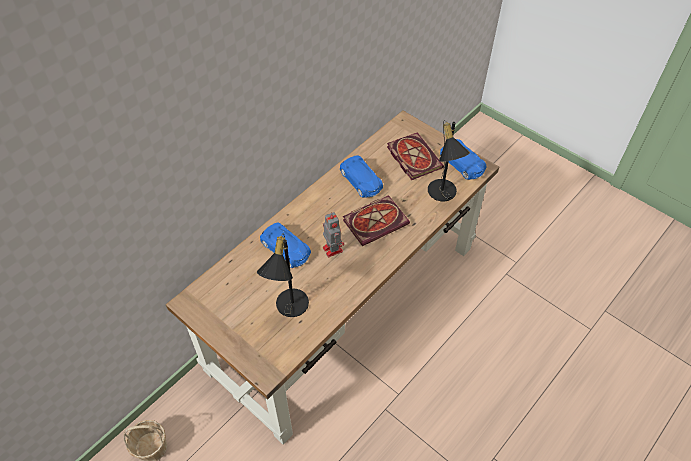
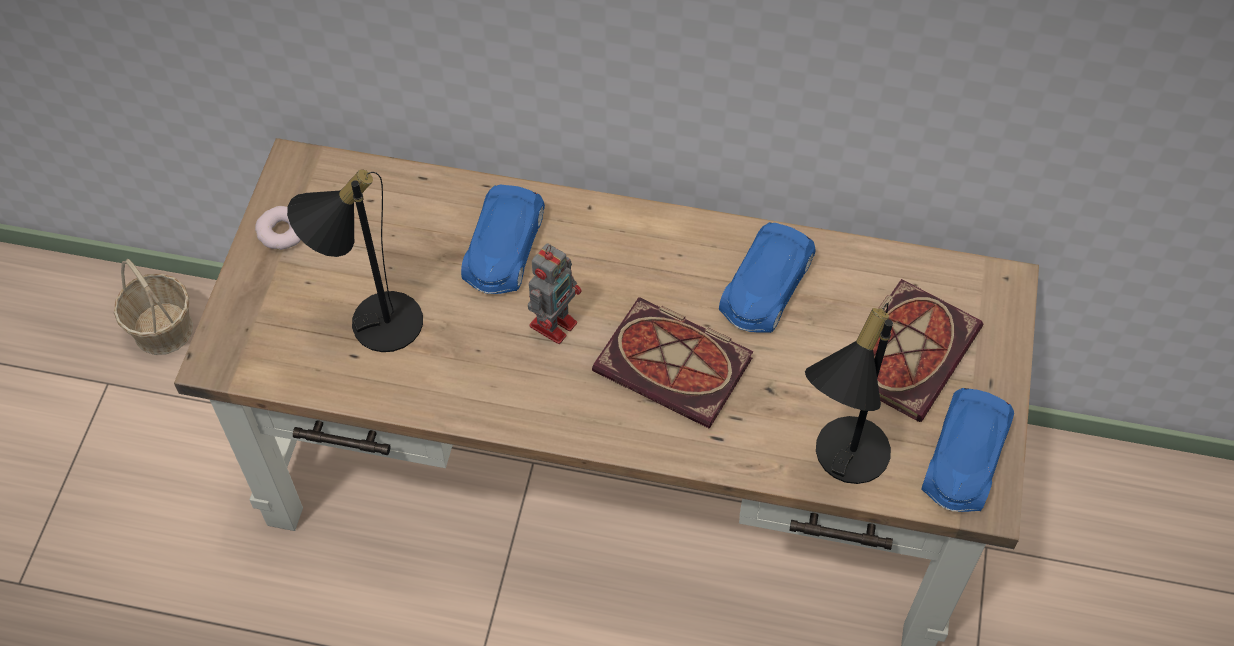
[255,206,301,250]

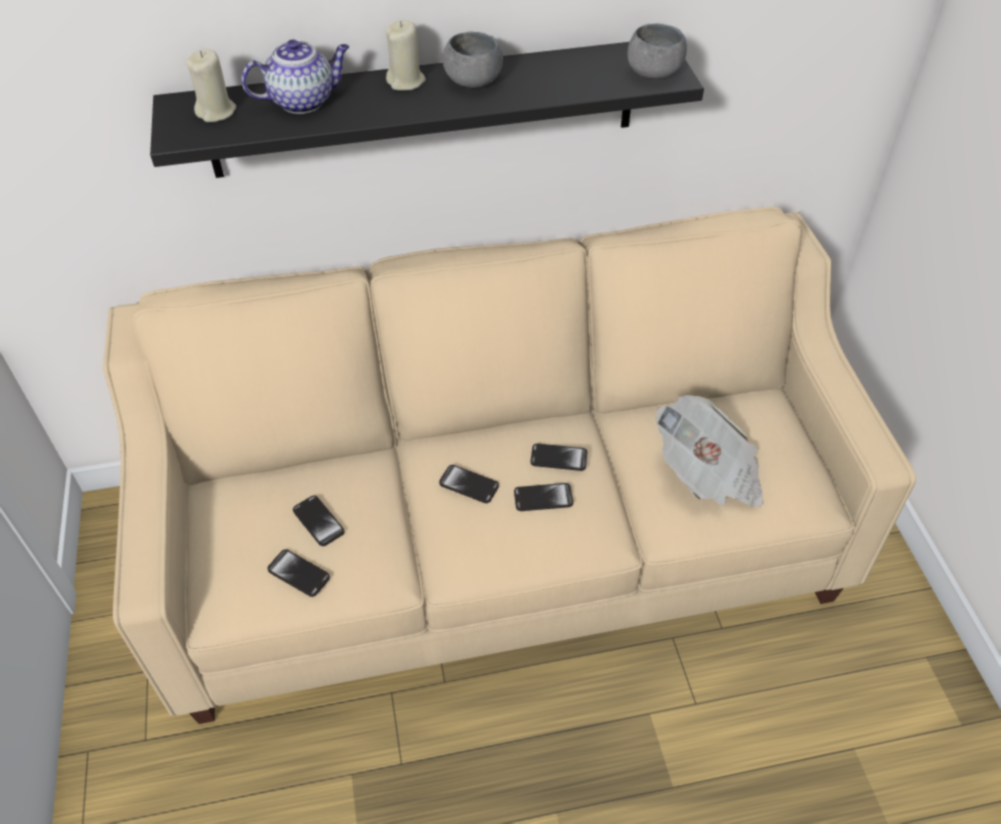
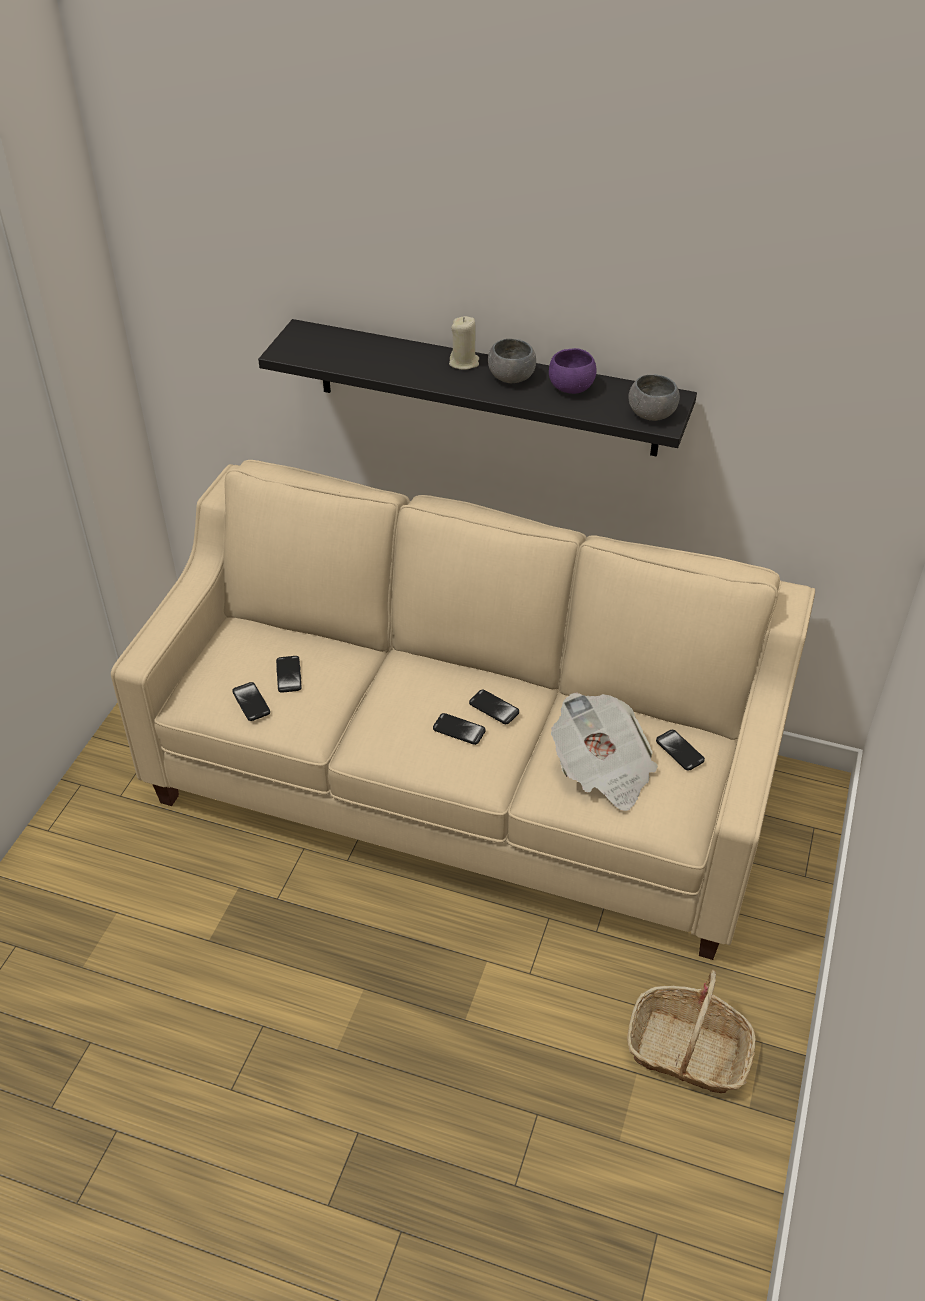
[241,39,349,114] (first image)
[186,49,236,122] (first image)
[656,730,705,771]
[549,348,596,394]
[627,970,756,1093]

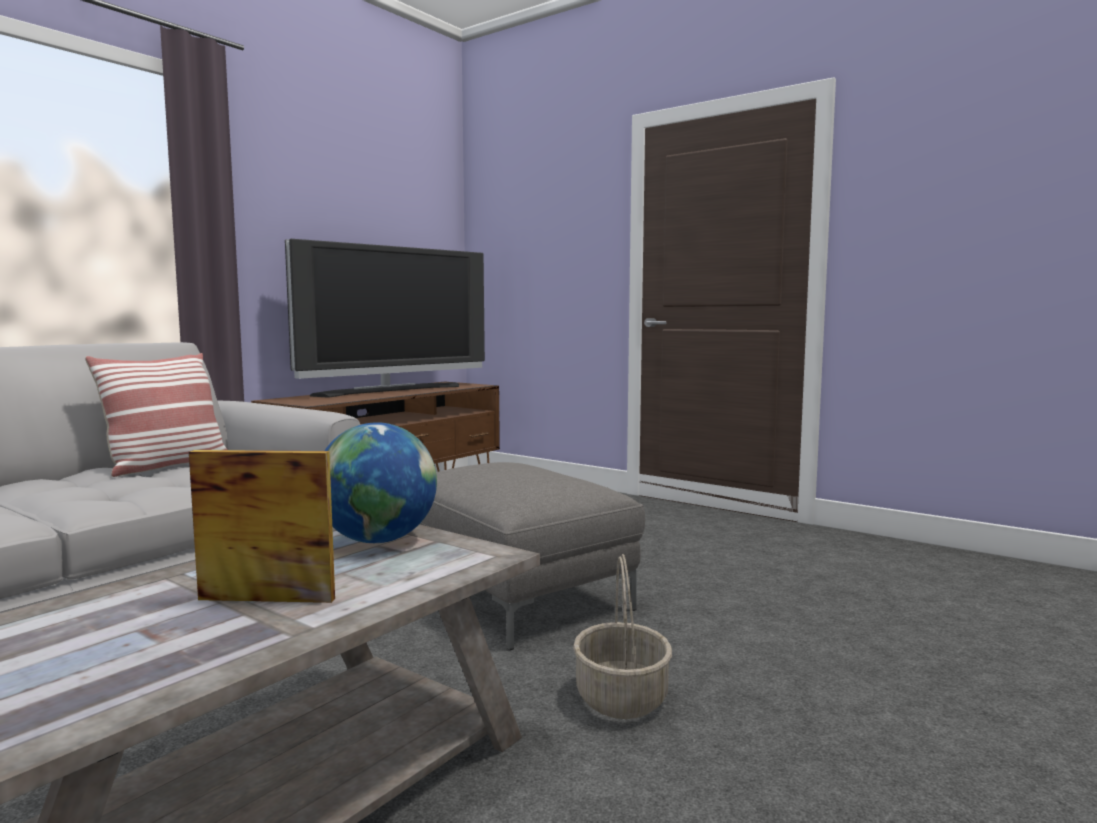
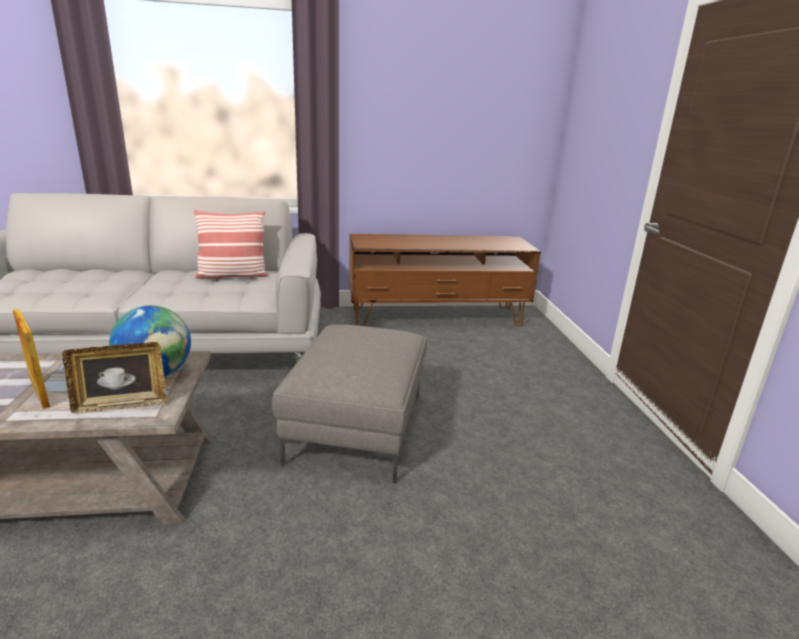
[285,239,485,397] (first image)
[573,554,672,719] (first image)
[62,342,167,414]

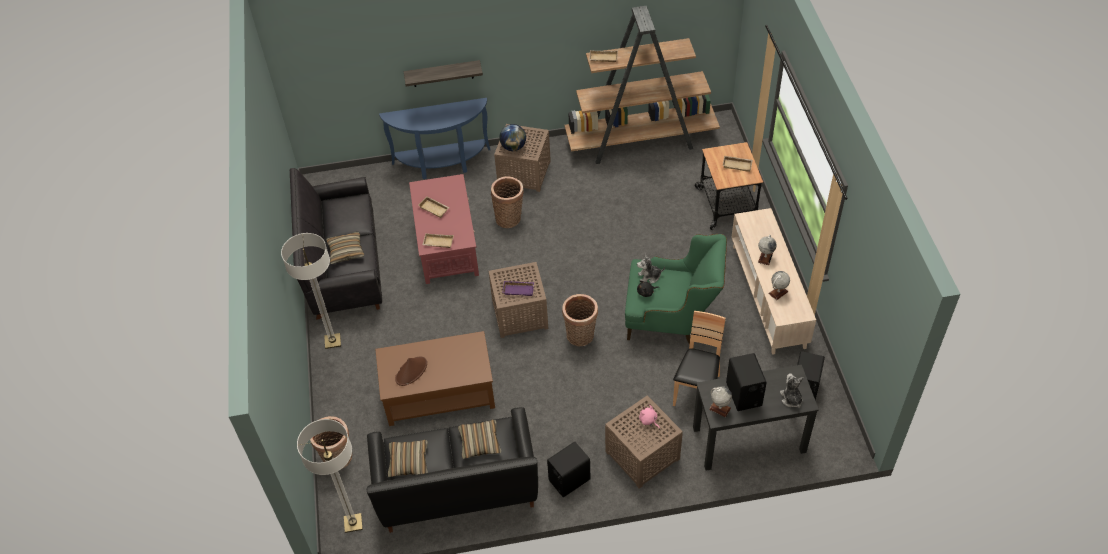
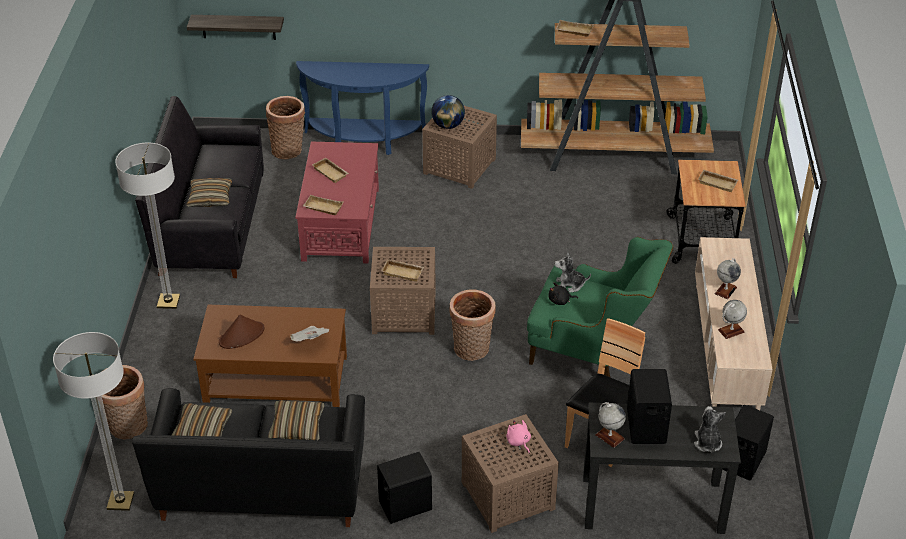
[187,15,284,40]
[266,96,305,159]
[381,259,424,282]
[290,326,329,341]

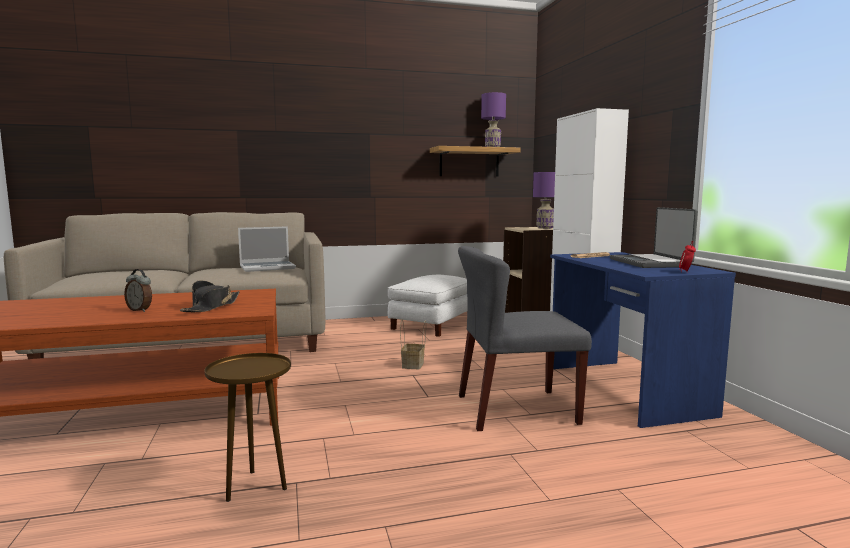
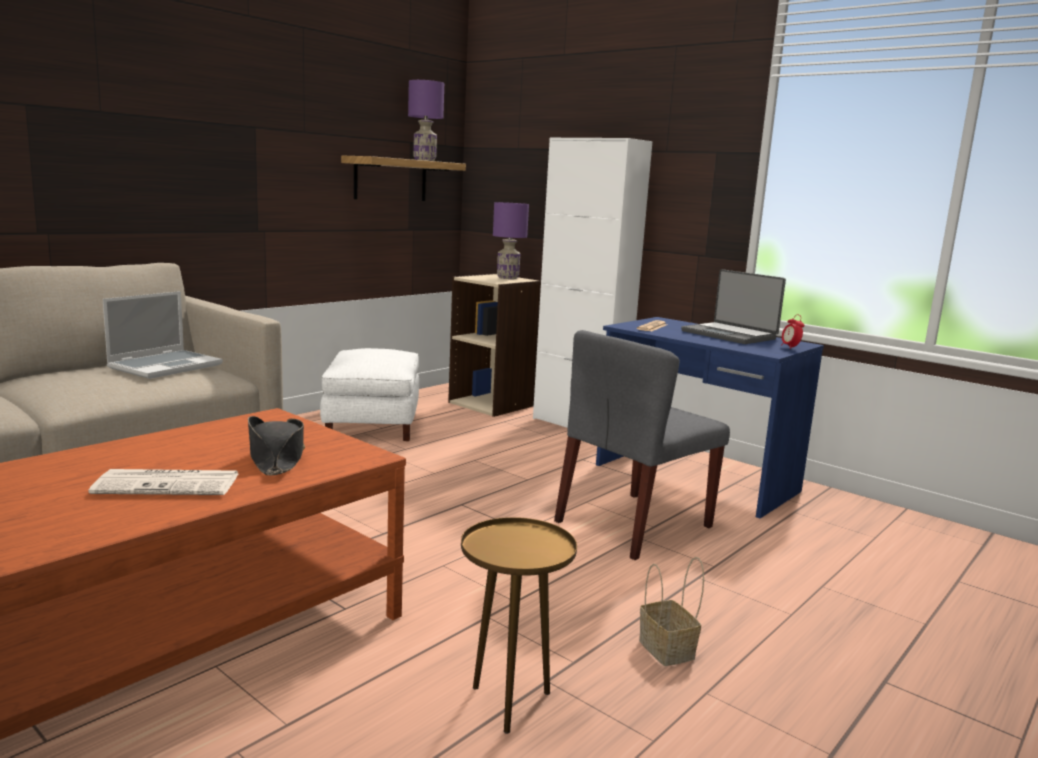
[89,469,238,495]
[639,557,704,666]

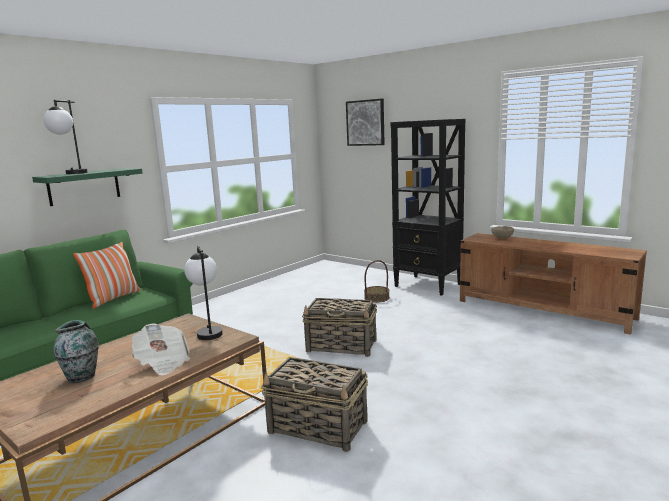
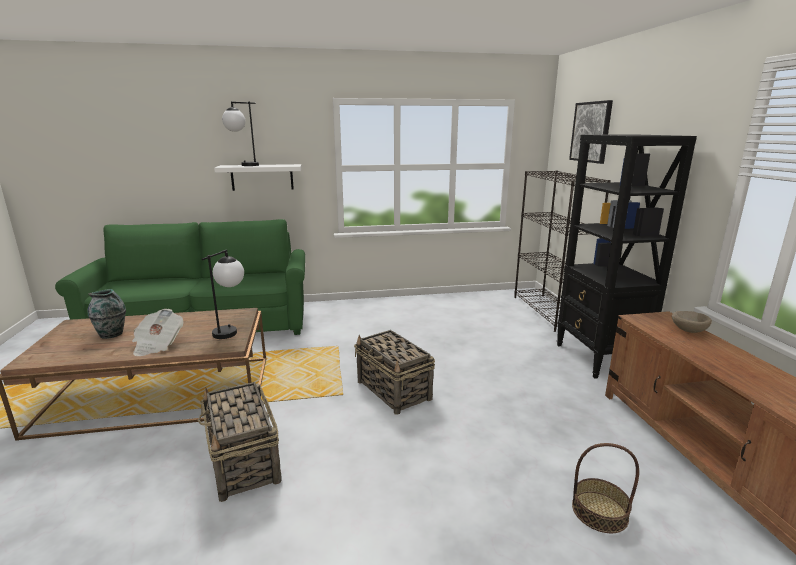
[214,164,302,191]
[73,242,141,309] (first image)
[572,443,639,533]
[514,171,611,332]

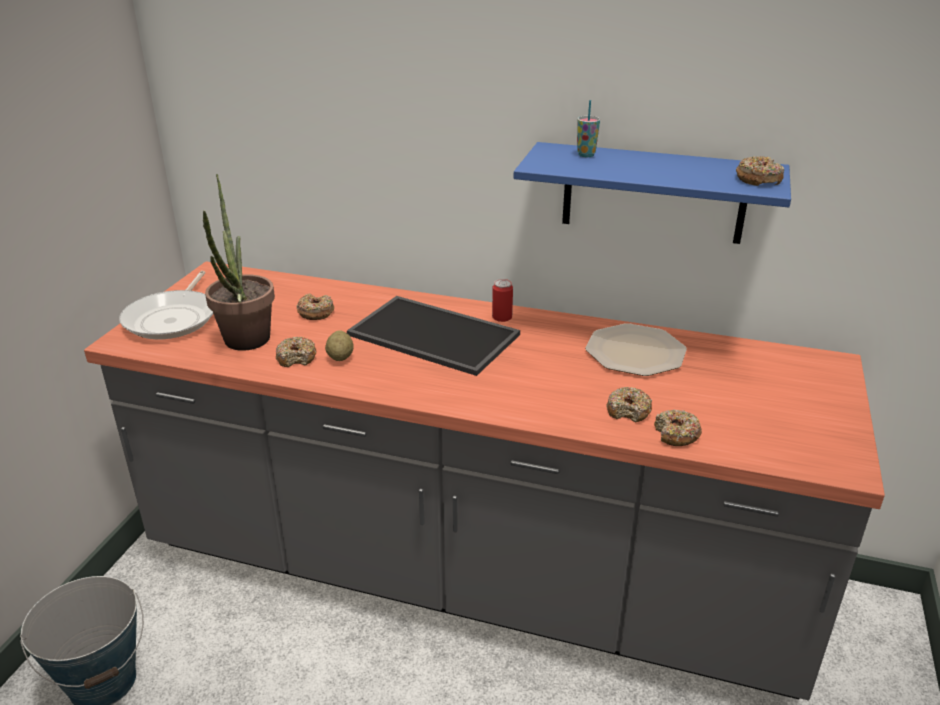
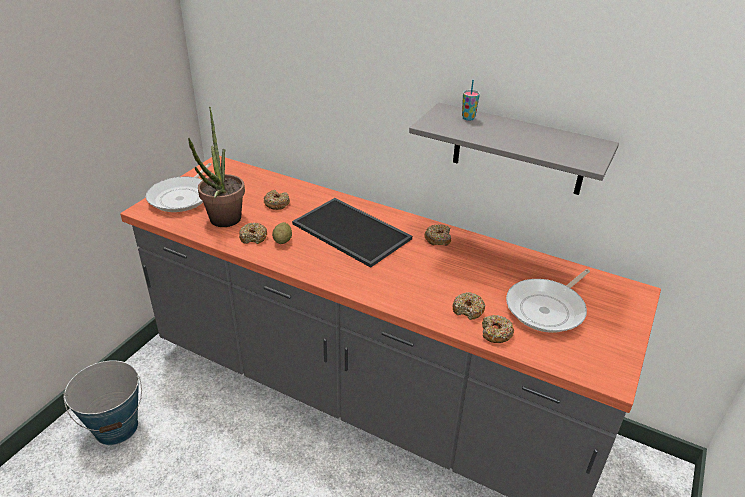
[409,103,619,195]
[424,224,451,246]
[492,279,513,322] (first image)
[585,323,687,376] (first image)
[506,269,590,333]

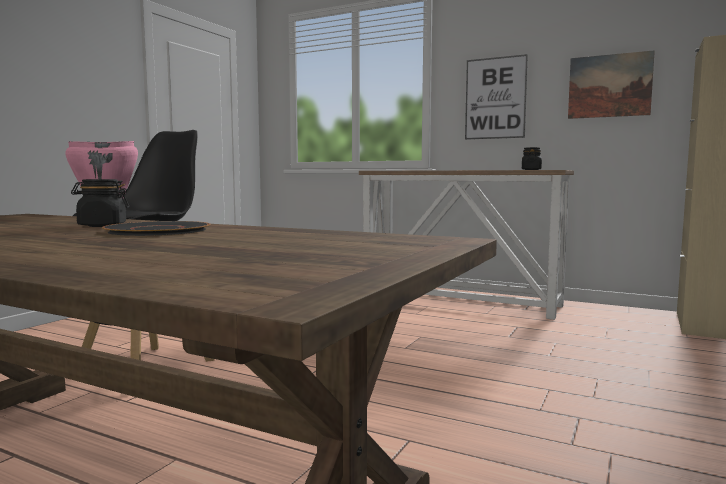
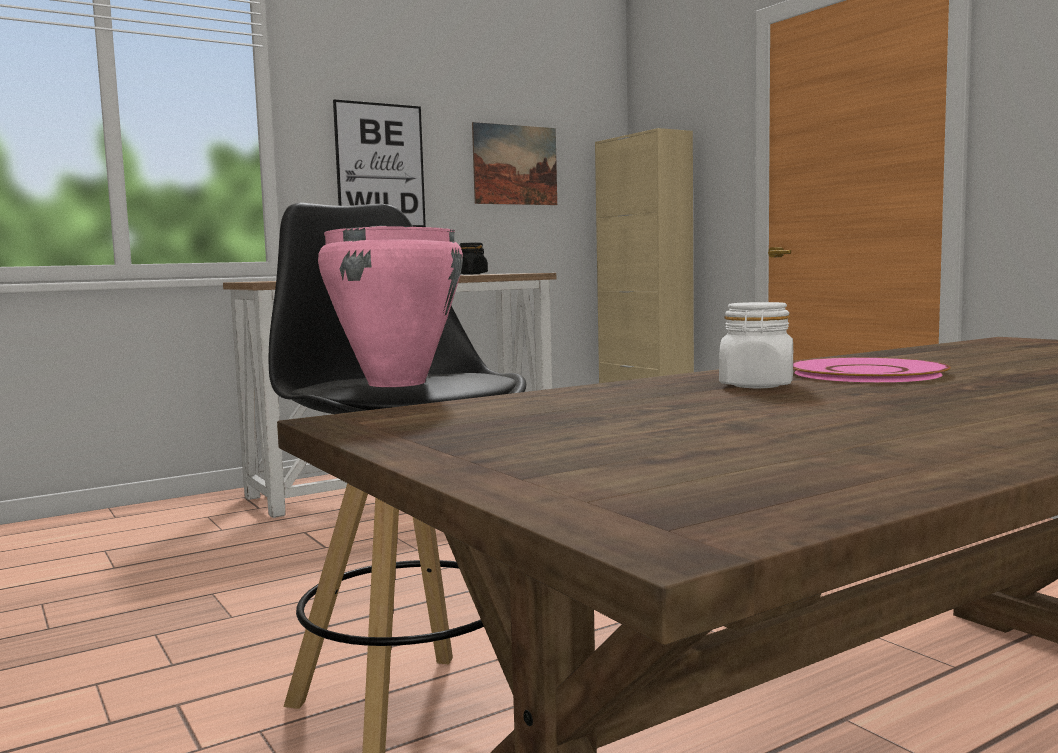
[719,302,793,388]
[793,357,951,382]

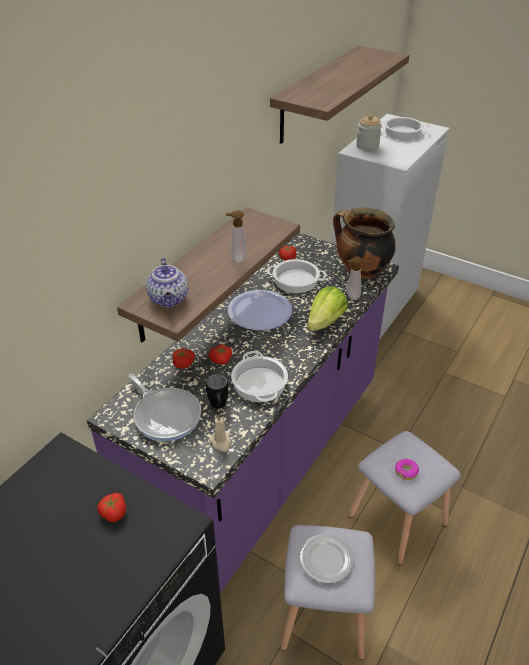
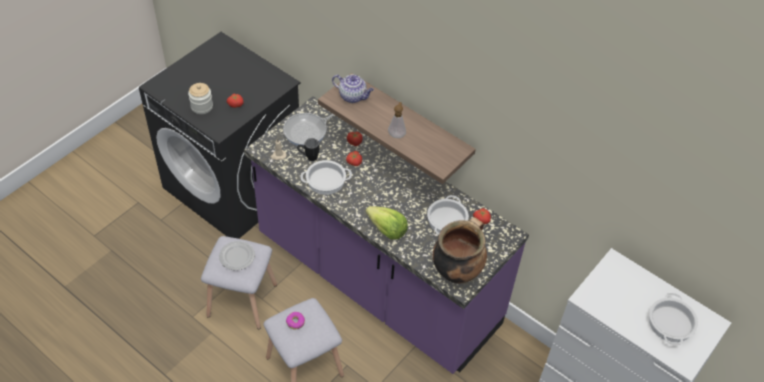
[270,45,410,144] (first image)
[188,83,213,114]
[346,256,362,300] (first image)
[332,74,374,103]
[228,290,292,331] (first image)

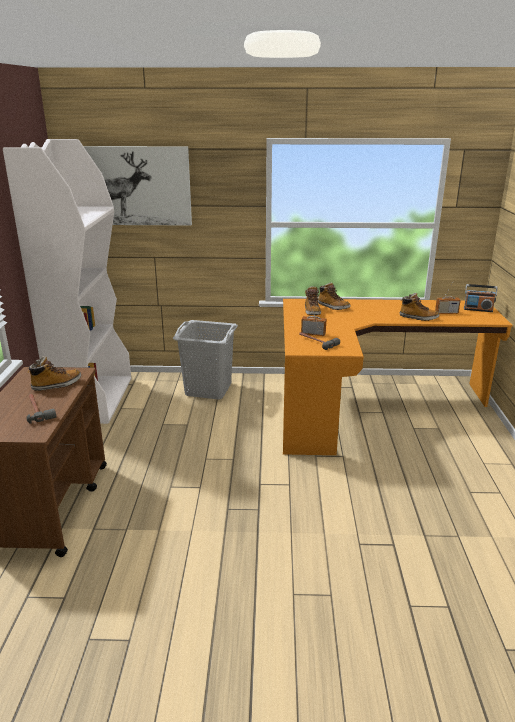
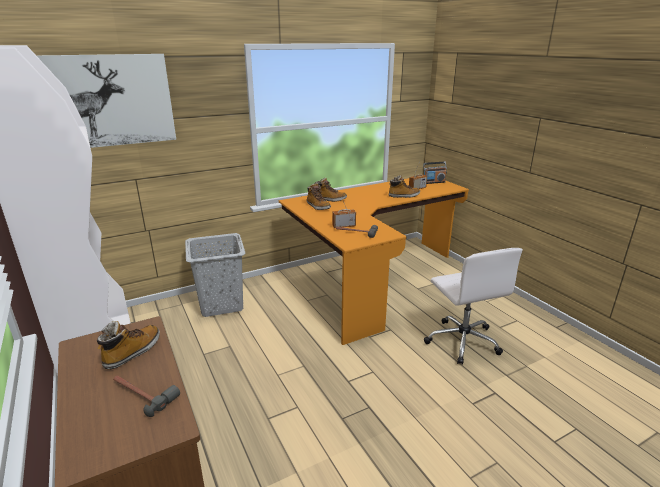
[424,248,523,365]

